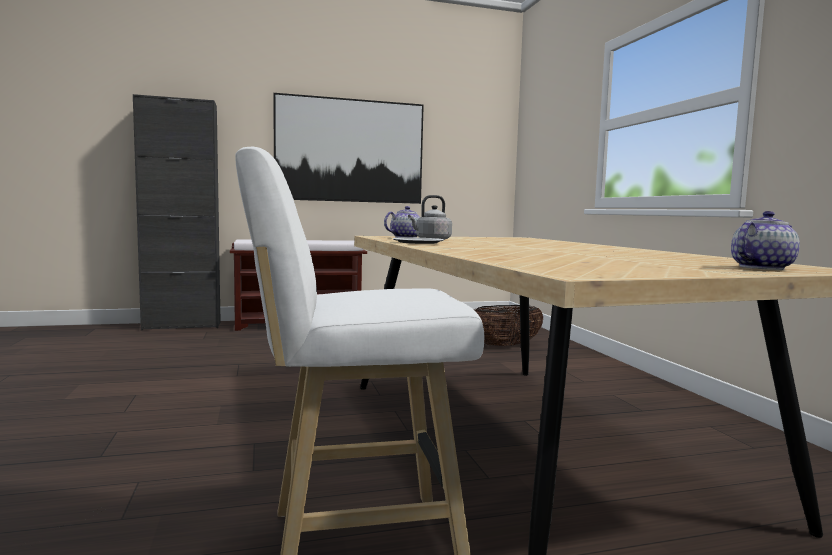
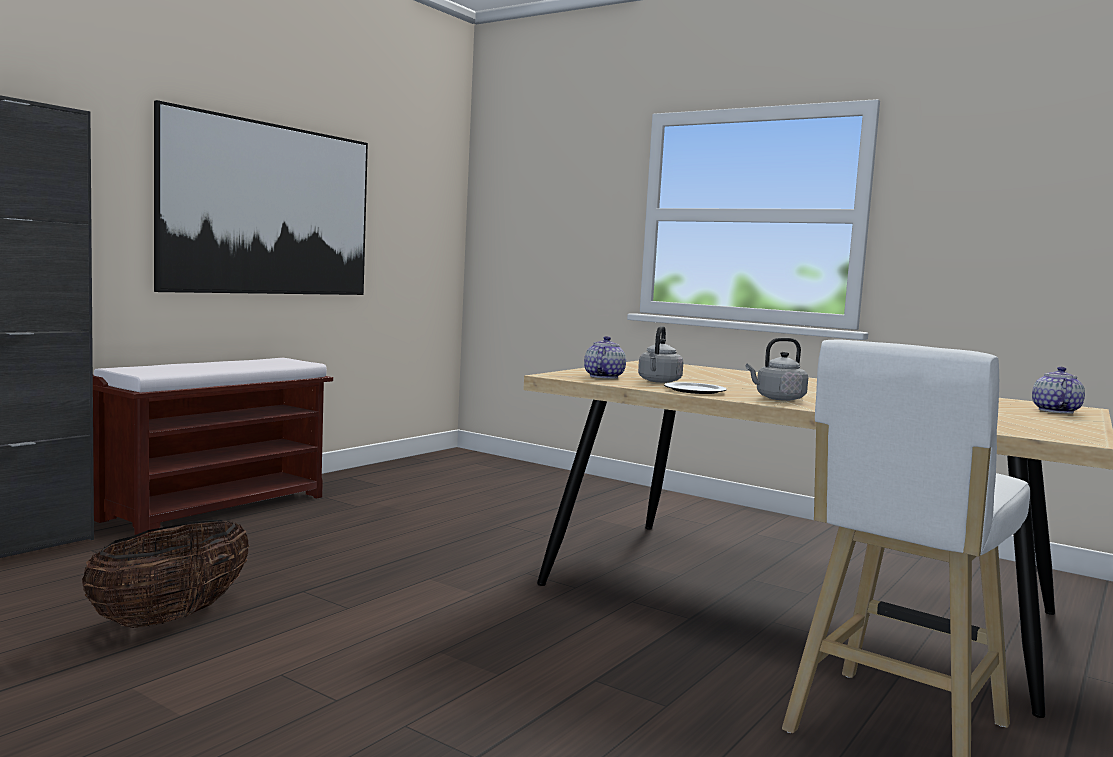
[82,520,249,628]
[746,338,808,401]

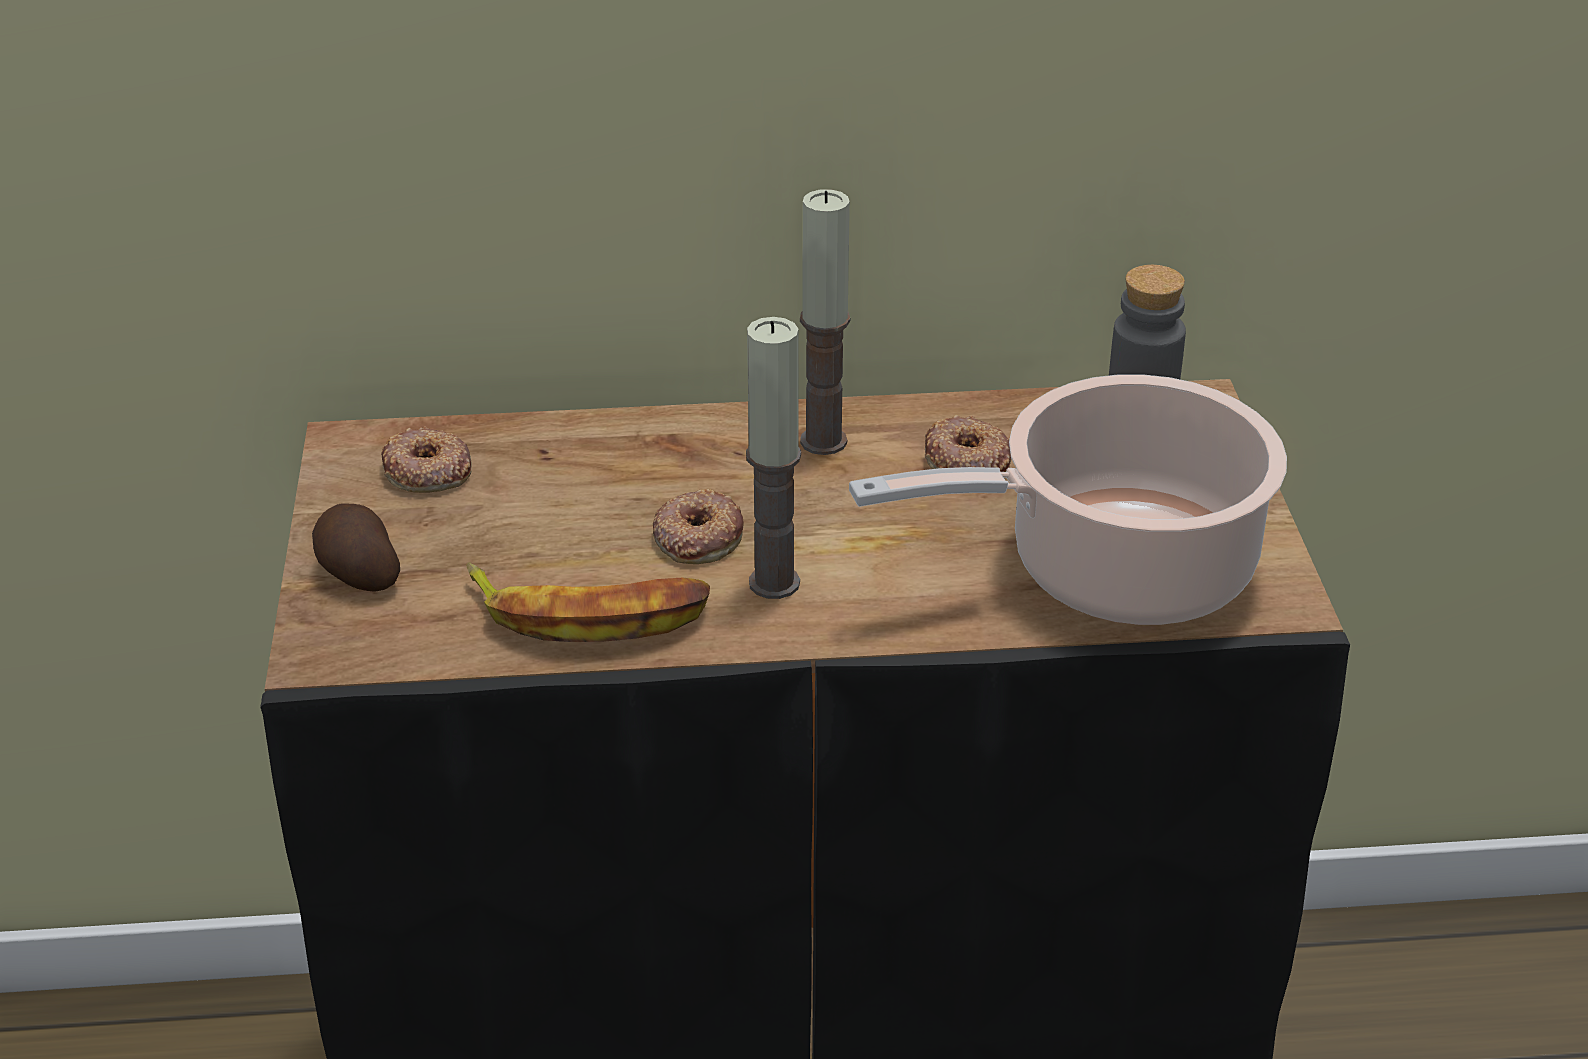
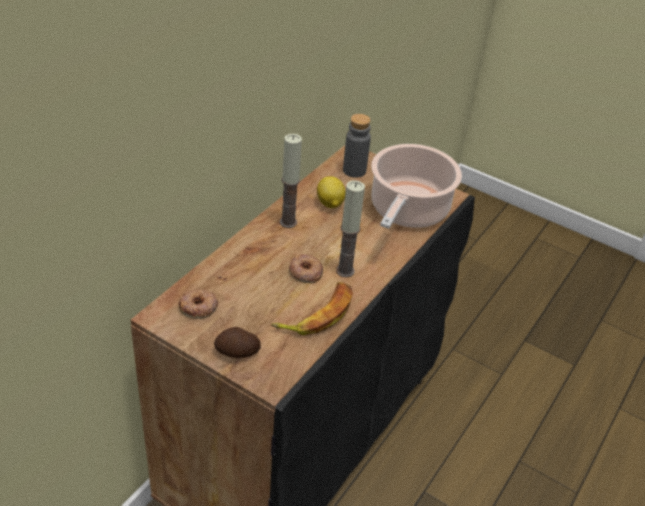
[317,176,346,208]

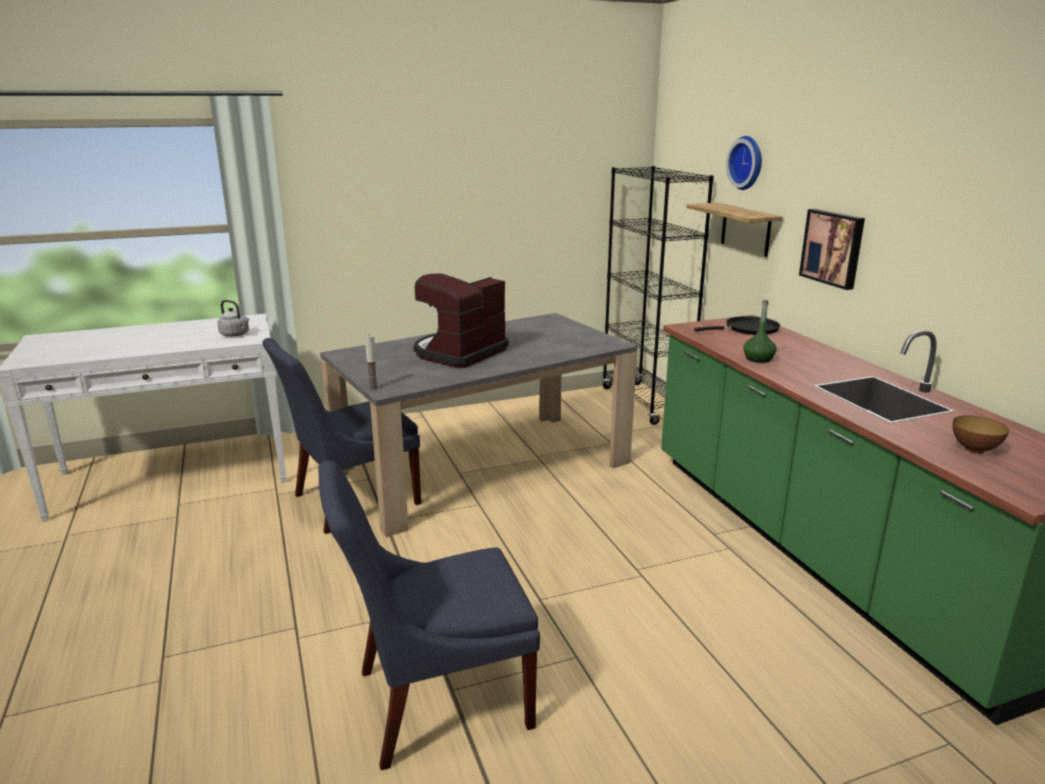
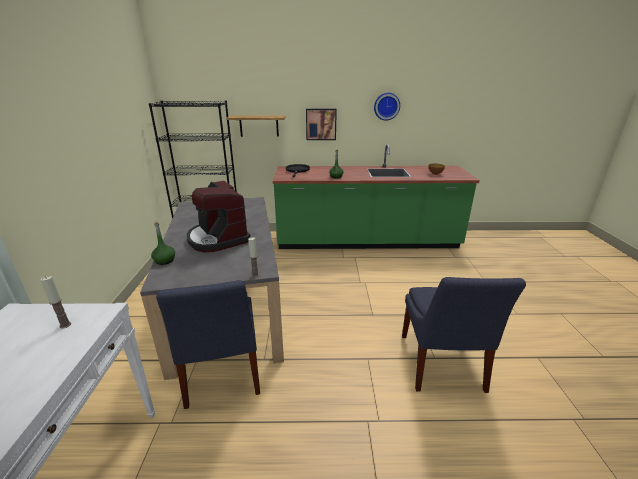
[374,93,400,121]
[40,276,71,328]
[151,222,175,265]

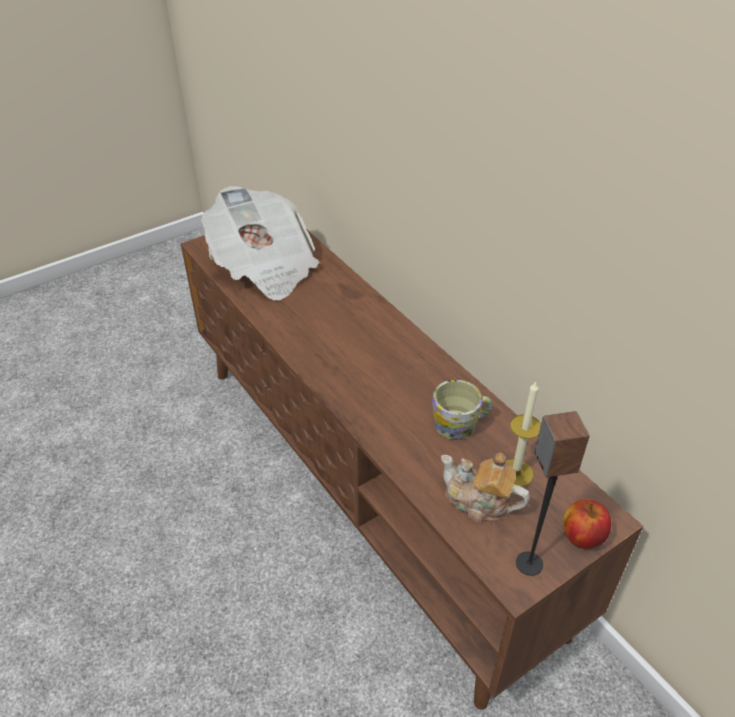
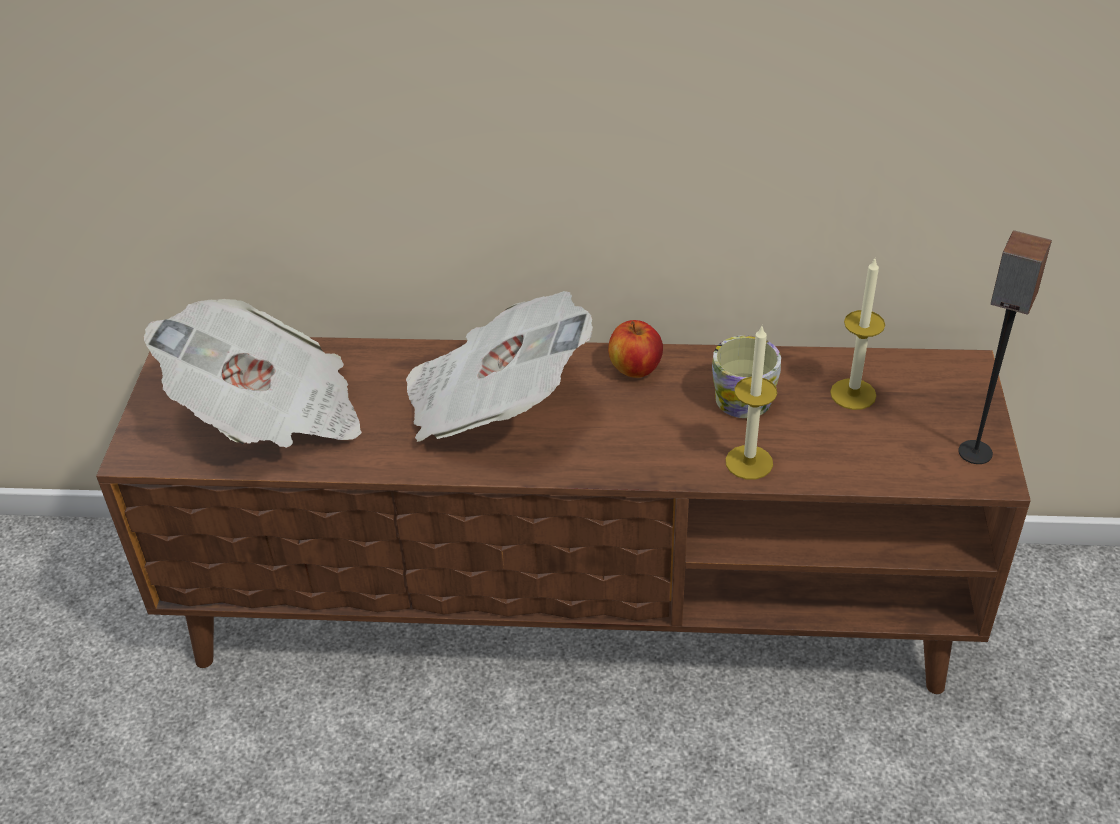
[441,453,530,523] (first image)
[608,320,663,378]
[406,291,593,442]
[725,326,777,480]

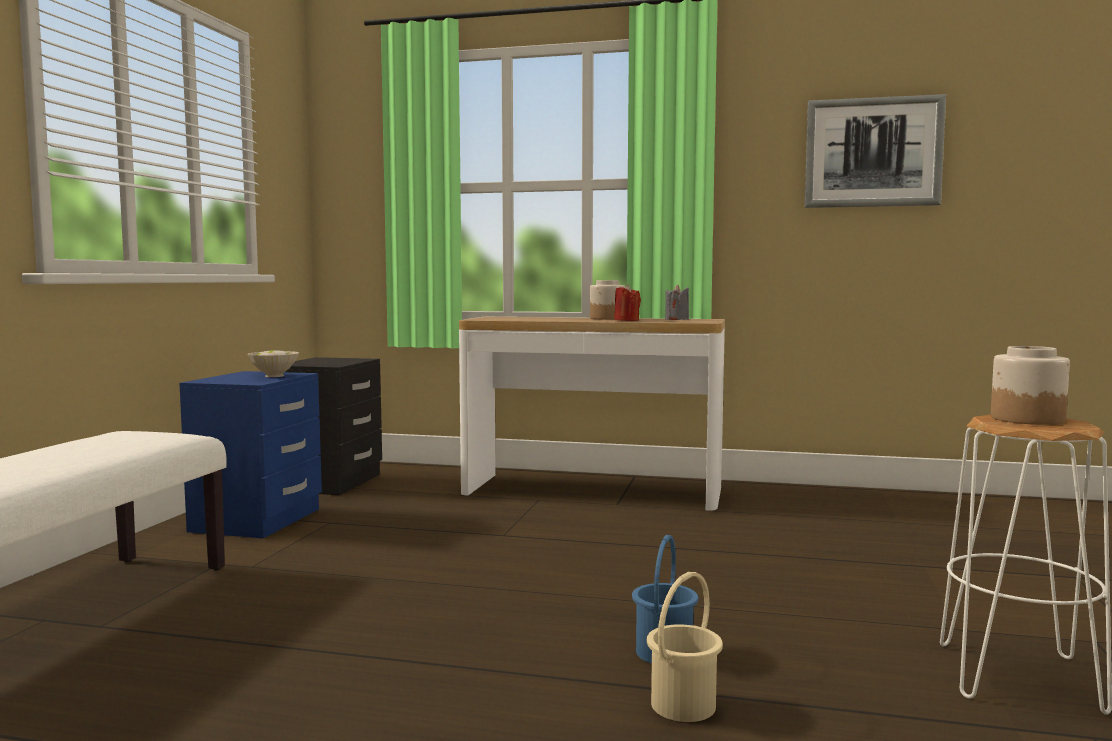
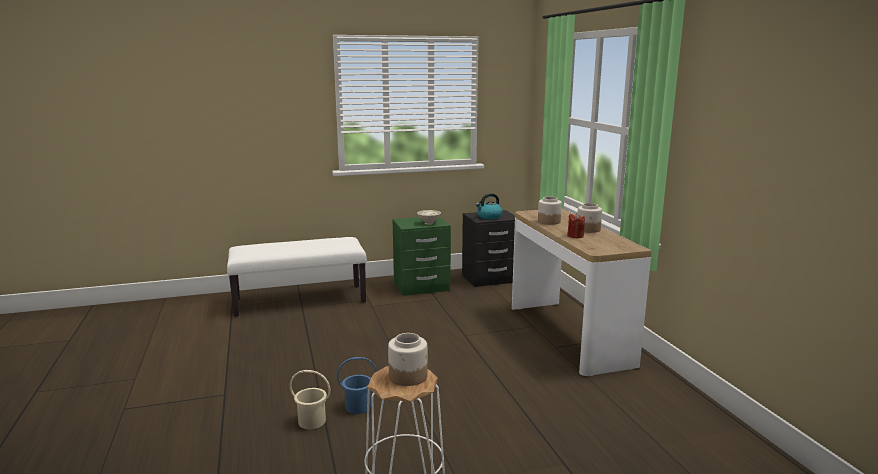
[805,94,946,208] (first image)
[665,285,689,320] (first image)
[393,216,451,296]
[476,193,502,219]
[538,197,562,225]

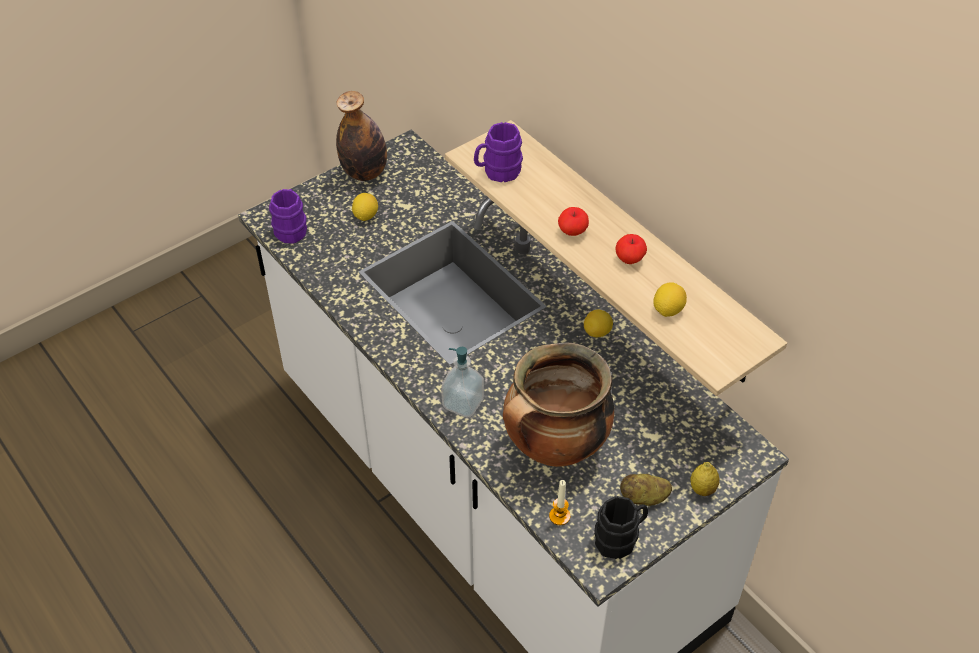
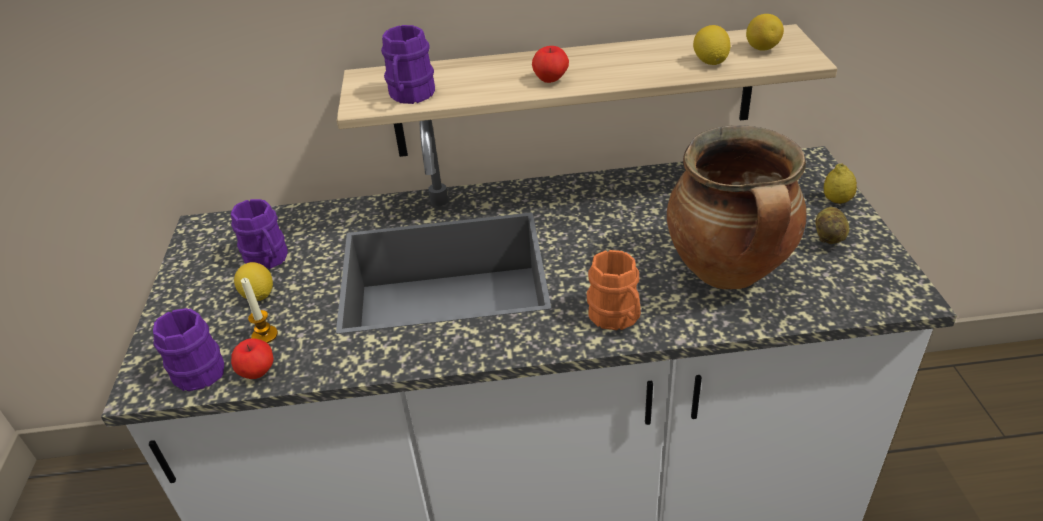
[336,91,387,181] (first image)
[231,338,274,379]
[746,14,784,51]
[587,250,641,330]
[241,278,278,343]
[594,496,648,559] (first image)
[231,199,288,269]

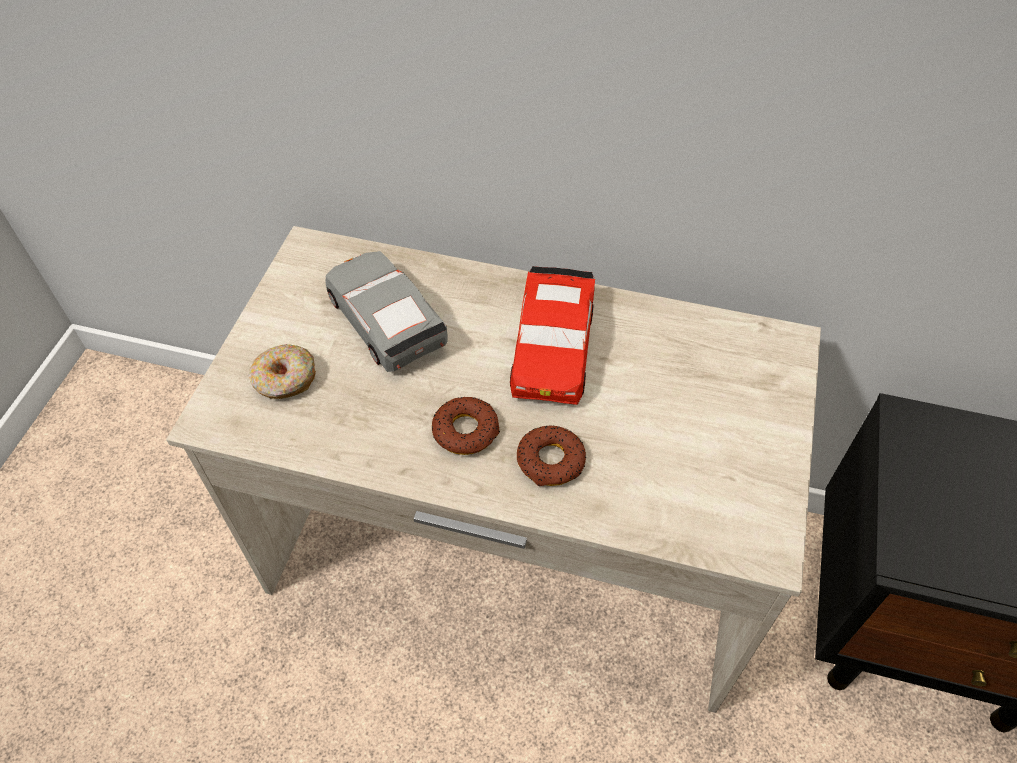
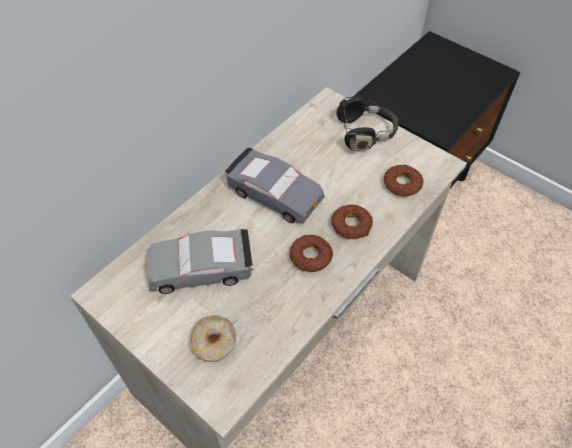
[225,147,324,224]
[337,97,399,151]
[383,165,423,197]

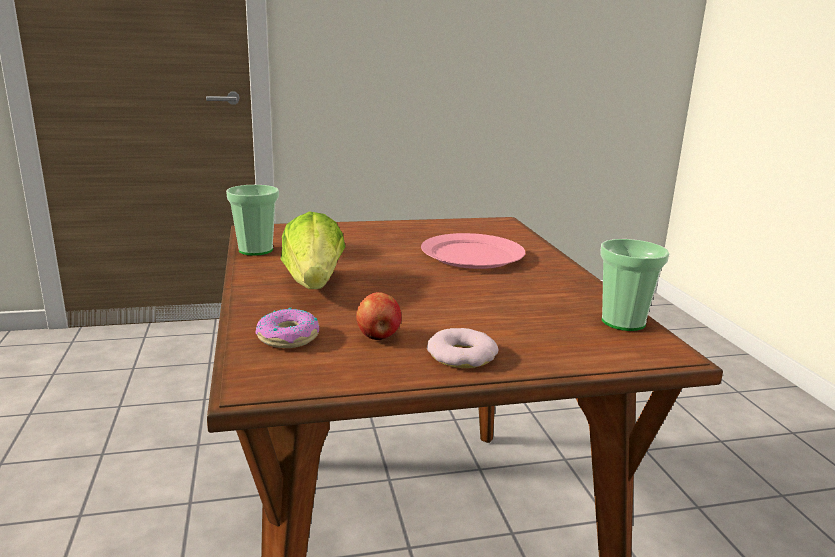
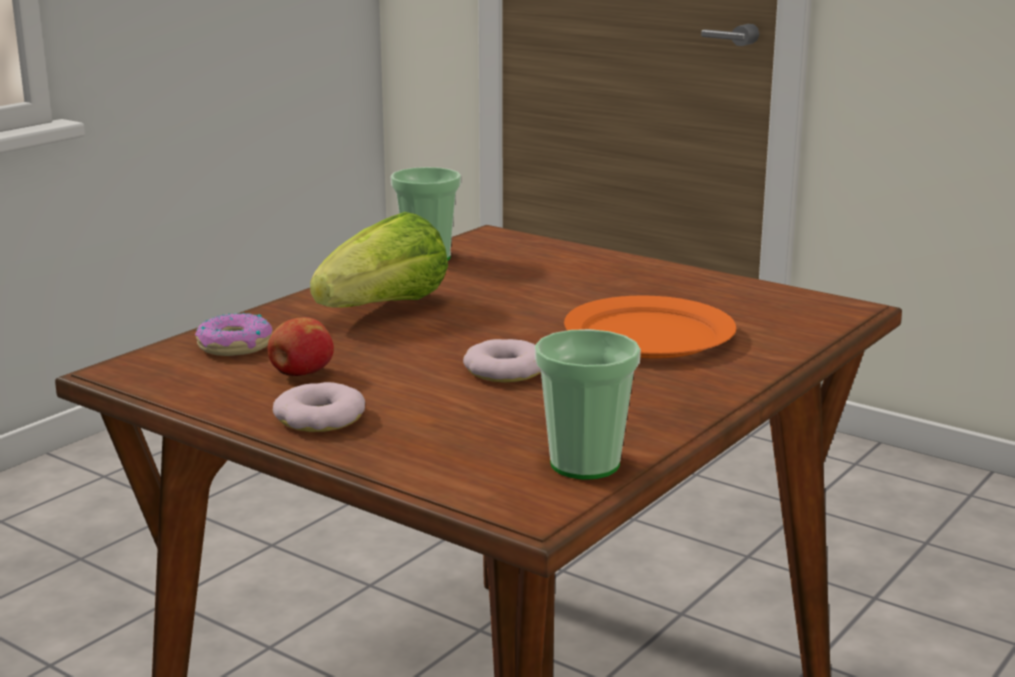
[564,296,737,358]
[463,339,541,382]

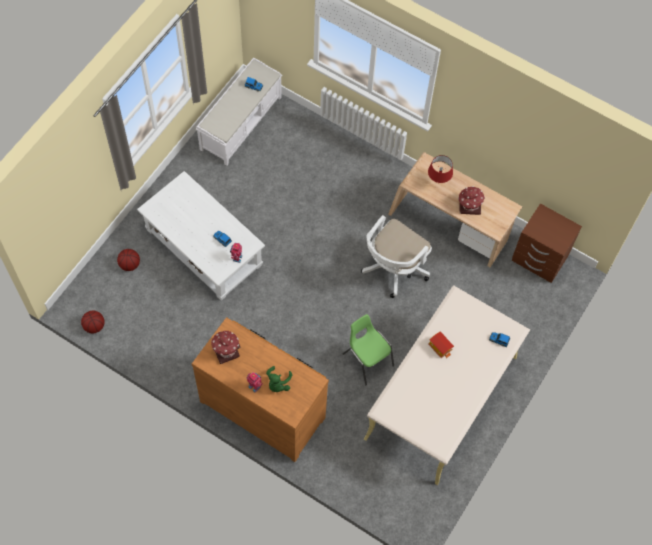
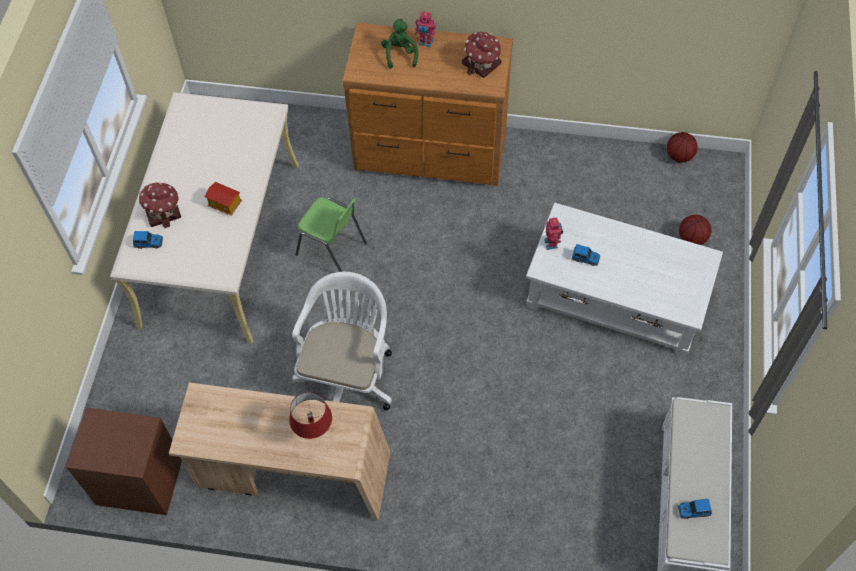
[139,182,181,228]

